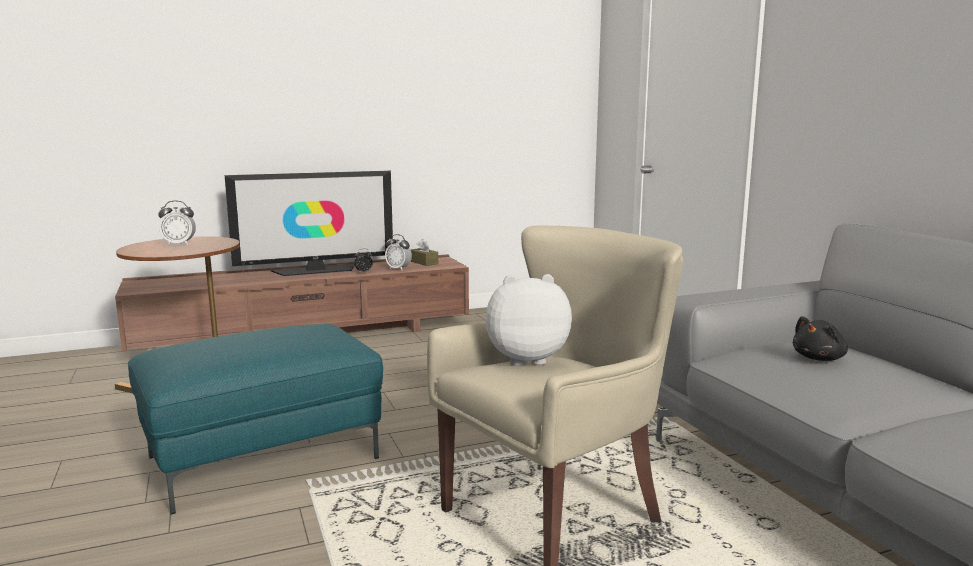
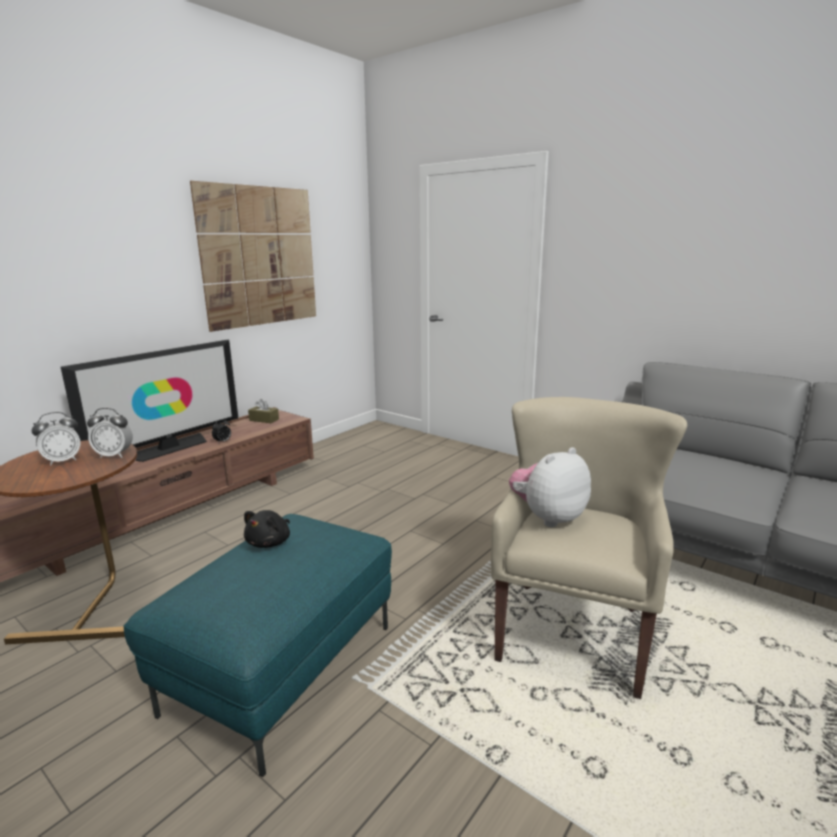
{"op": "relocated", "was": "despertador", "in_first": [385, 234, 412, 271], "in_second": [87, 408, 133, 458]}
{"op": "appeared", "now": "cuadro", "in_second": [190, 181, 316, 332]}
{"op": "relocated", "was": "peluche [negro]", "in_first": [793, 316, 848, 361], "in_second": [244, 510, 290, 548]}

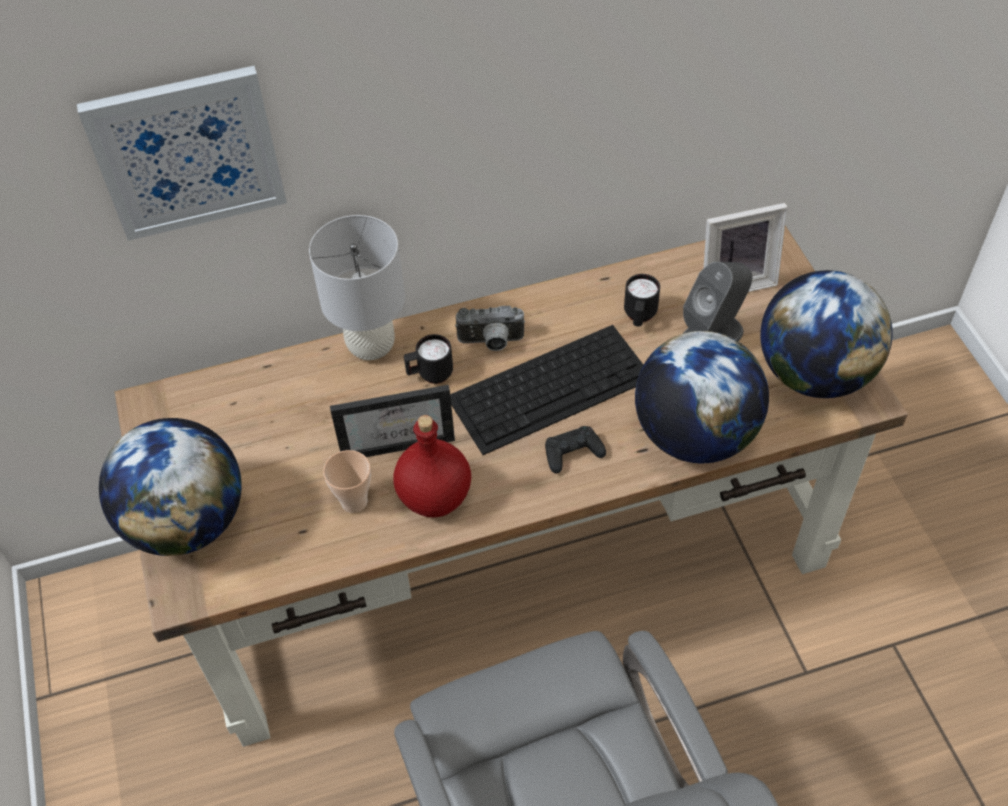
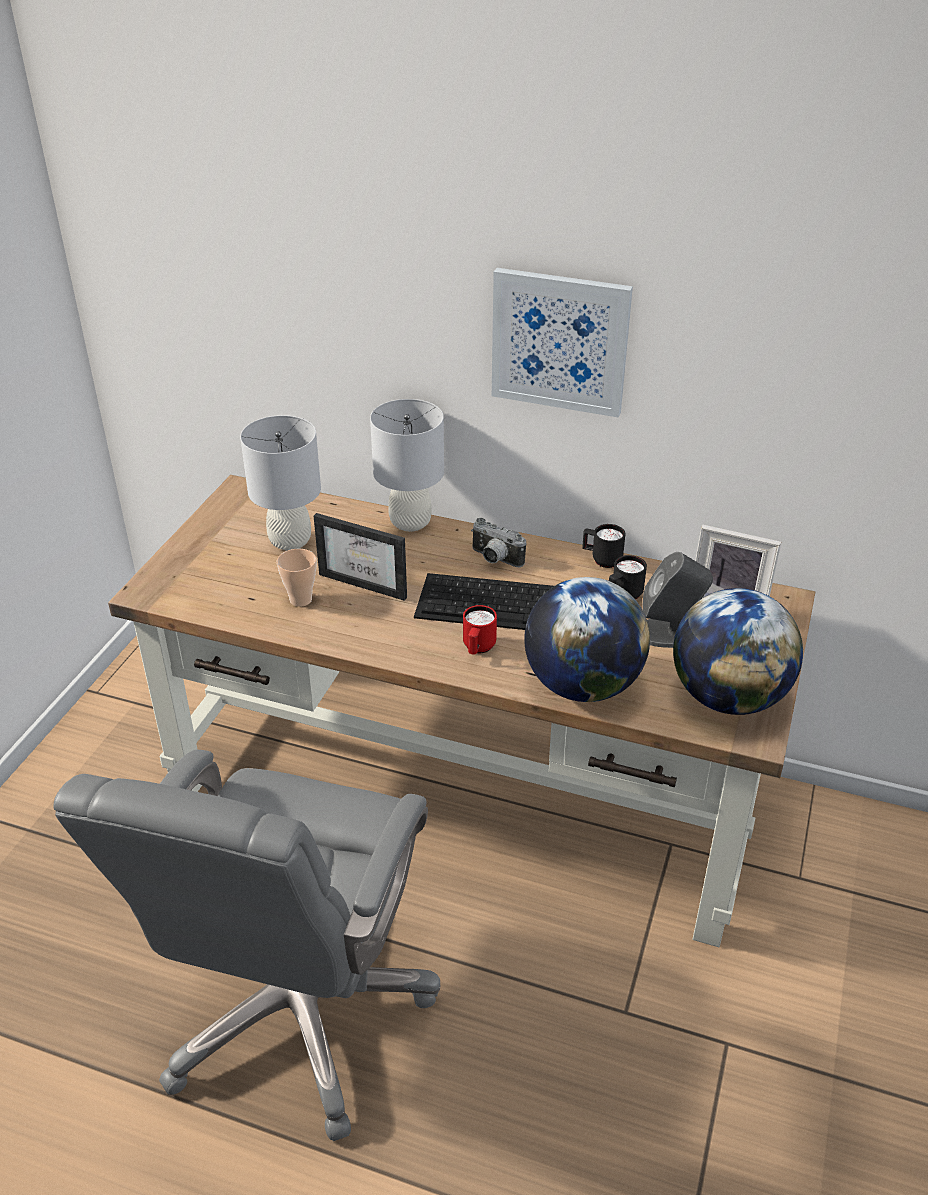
{"op": "appeared", "now": "lámpara de mesa [gris]", "in_second": [240, 415, 321, 551]}
{"op": "exchanged", "was": "mando de consola [negro]", "now": "taza grande [rojo]", "in_first": [545, 426, 606, 474], "in_second": [463, 605, 497, 654]}
{"op": "relocated", "was": "cuadro", "in_first": [77, 66, 287, 241], "in_second": [492, 268, 633, 418]}
{"op": "relocated", "was": "taza grande [negro]", "in_first": [404, 334, 453, 384], "in_second": [582, 524, 625, 568]}
{"op": "missing", "was": "globo terráqueo", "in_first": [99, 418, 242, 556]}
{"op": "missing", "was": "botella [rojo]", "in_first": [393, 415, 471, 518]}

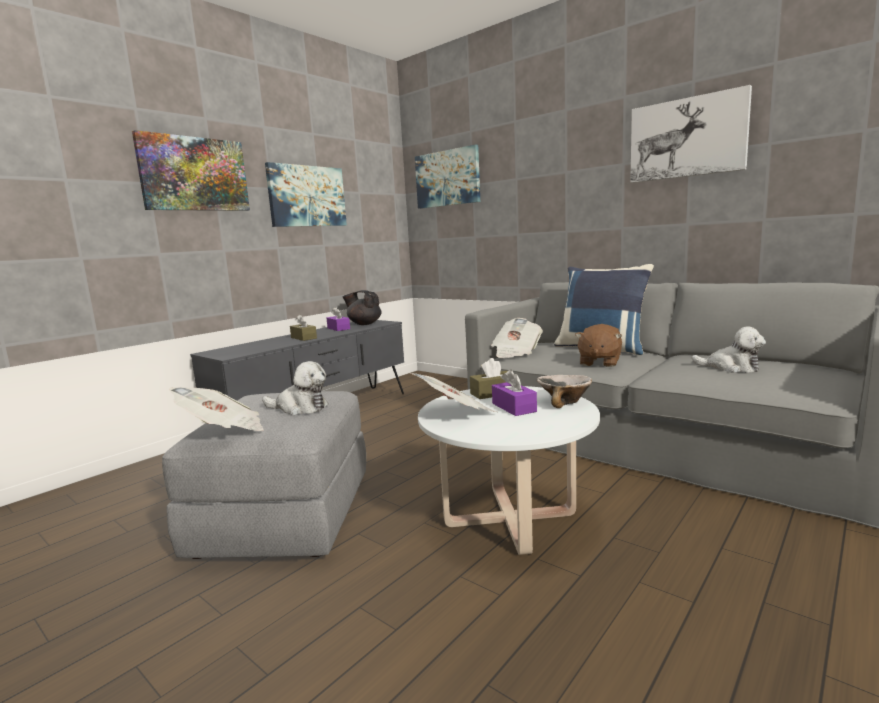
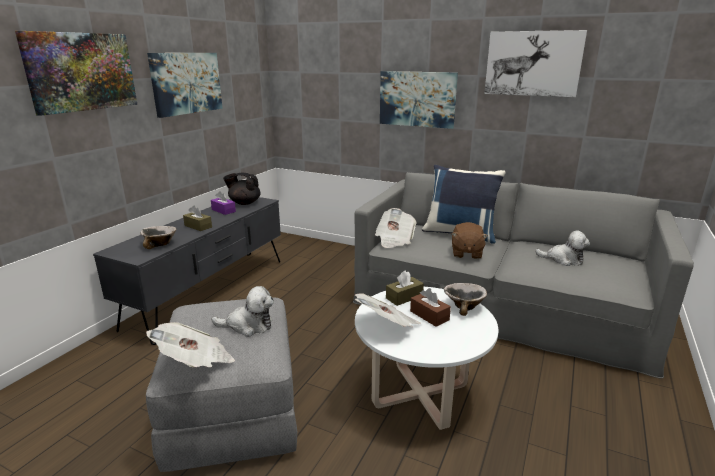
{"op": "appeared", "now": "cuenco", "in_second": [140, 226, 176, 249]}
{"op": "relocated", "was": "cuadro", "in_first": [415, 144, 480, 209], "in_second": [380, 71, 458, 129]}
{"op": "colour", "was": "caja de pañuelos [morado]", "now": "caja de pañuelos [marrón]", "in_first": [492, 369, 537, 416], "in_second": [410, 288, 451, 327]}

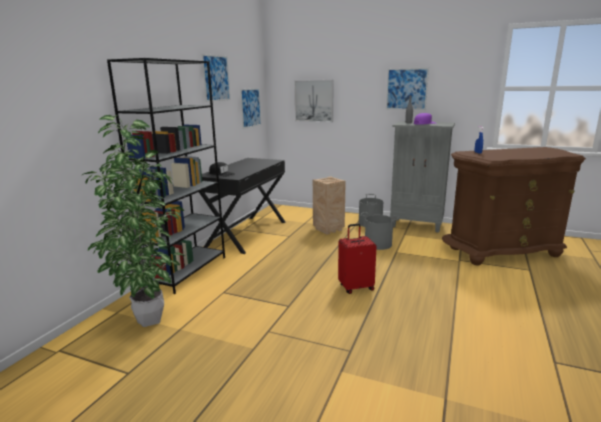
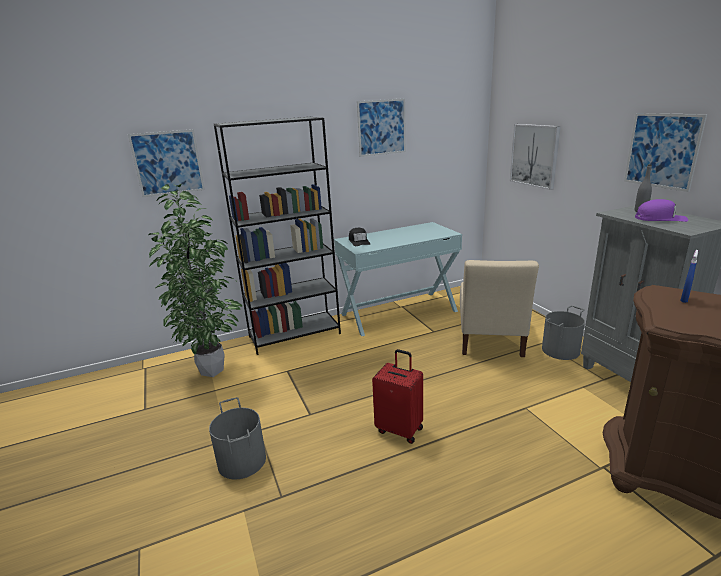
{"op": "relocated", "was": "cuadro", "in_first": [240, 88, 261, 129], "in_second": [128, 129, 205, 197]}
{"op": "relocated", "was": "cubo [gris]", "in_first": [360, 212, 399, 250], "in_second": [209, 397, 266, 480]}
{"op": "colour", "was": "escritorio [negro]", "now": "escritorio [turquesa]", "in_first": [199, 158, 286, 254], "in_second": [334, 222, 462, 336]}
{"op": "exchanged", "was": "caja de embalaje", "now": "silla [beis]", "in_first": [313, 176, 346, 235], "in_second": [460, 260, 539, 357]}

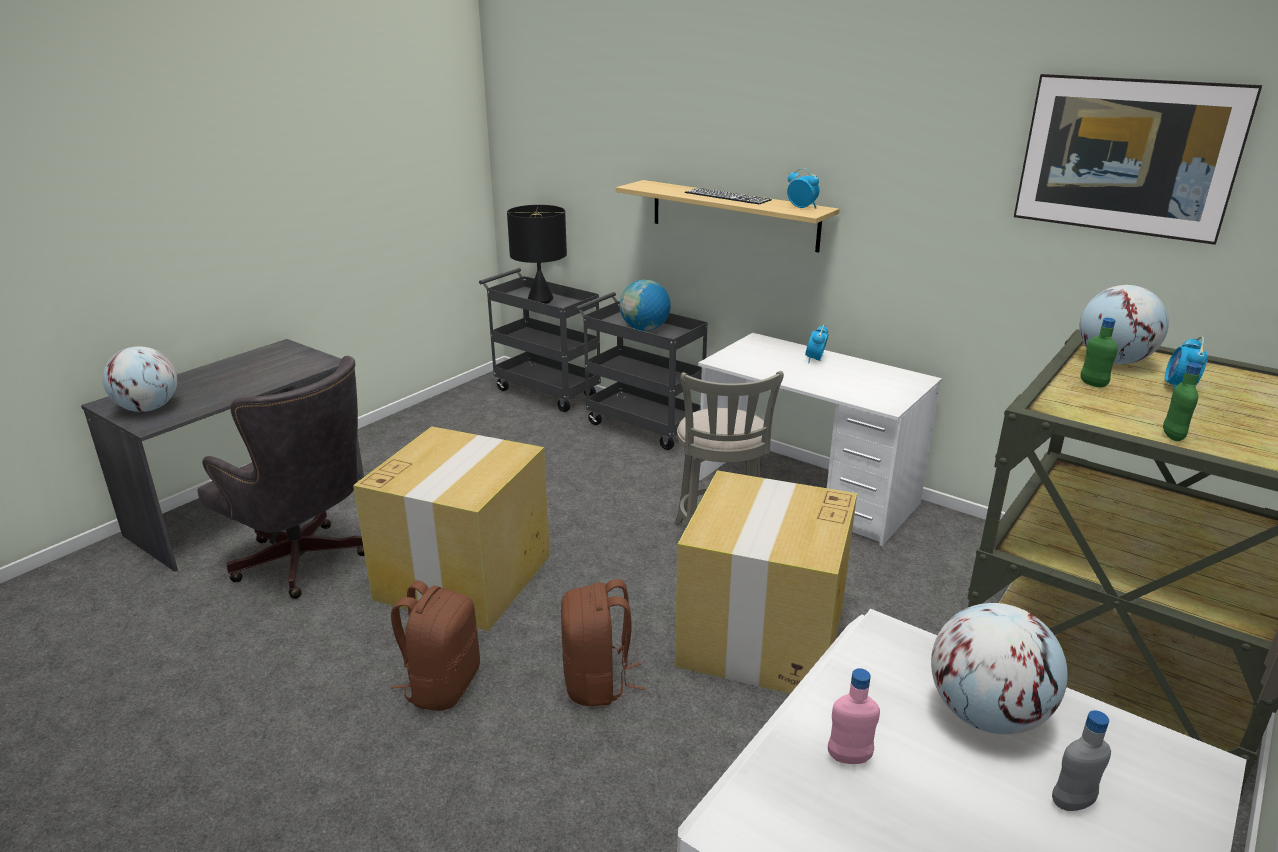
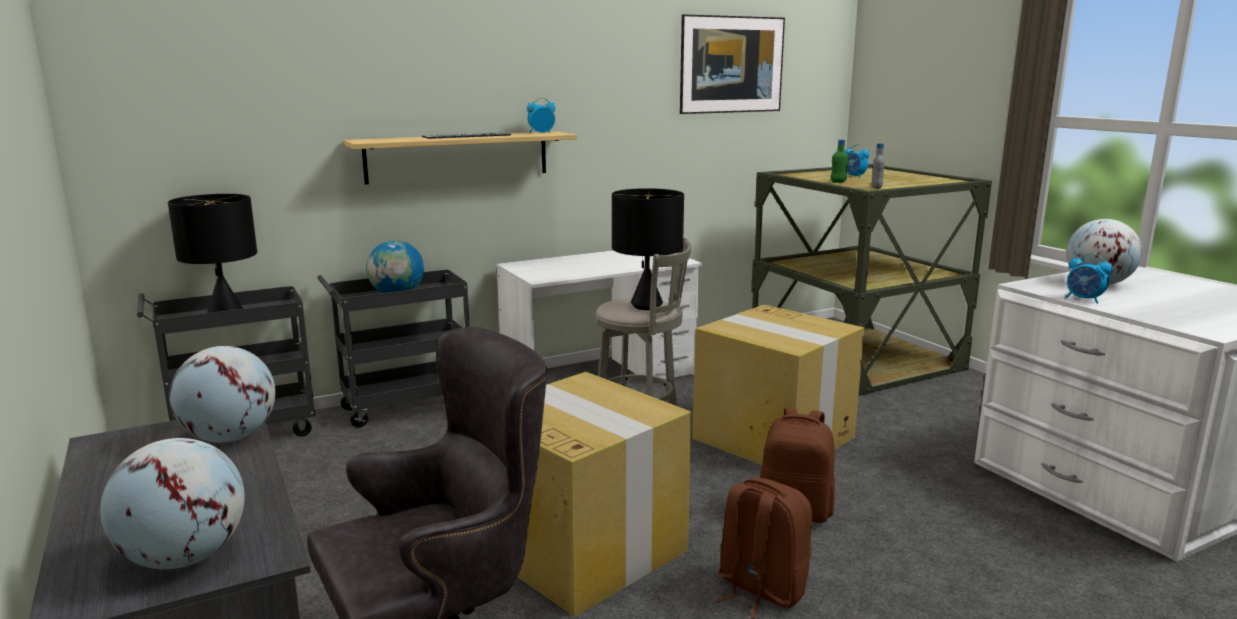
{"op": "relocated", "was": "globo terráqueo", "in_first": [1079, 285, 1169, 364], "in_second": [169, 346, 275, 443]}
{"op": "appeared", "now": "lámpara de mesa [negro]", "in_second": [612, 188, 684, 310]}
{"op": "relocated", "was": "botella [gris]", "in_first": [1052, 710, 1111, 811], "in_second": [872, 143, 885, 189]}
{"op": "relocated", "was": "despertador", "in_first": [805, 324, 829, 363], "in_second": [1065, 253, 1113, 304]}
{"op": "missing", "was": "botella [rosa]", "in_first": [828, 668, 880, 764]}
{"op": "missing", "was": "botella [verde]", "in_first": [1163, 362, 1202, 441]}

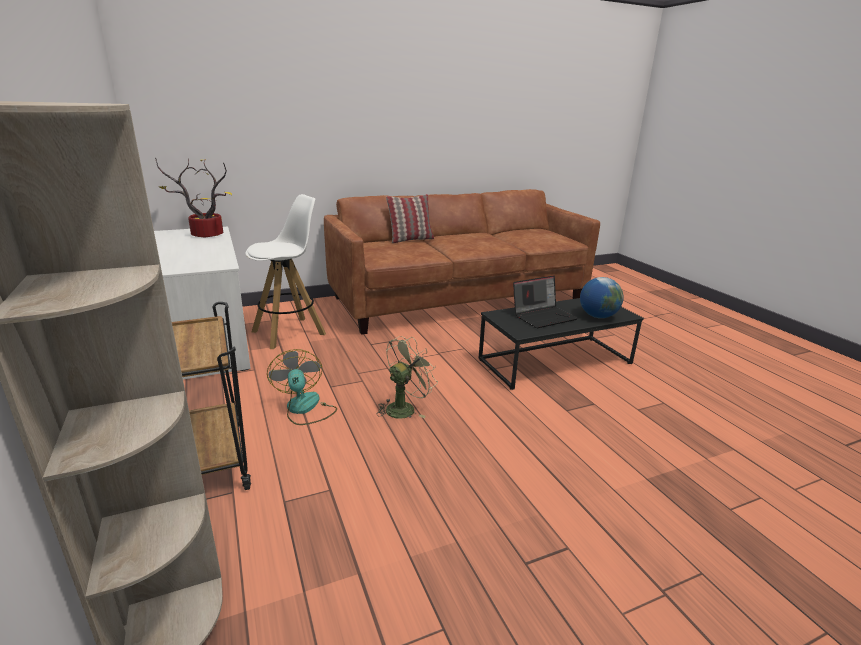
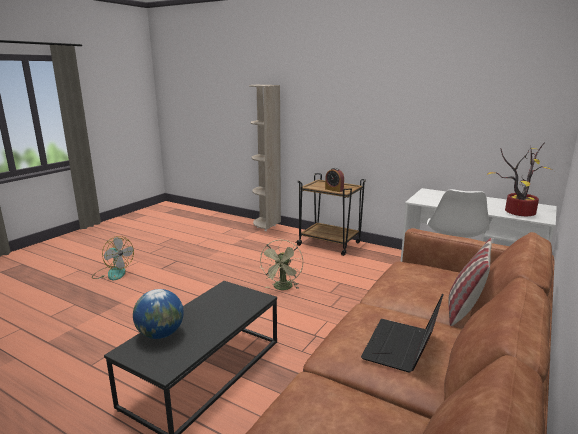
{"op": "relocated", "was": "ventilador", "in_first": [267, 349, 337, 425], "in_second": [92, 236, 134, 280]}
{"op": "appeared", "now": "despertador", "in_second": [325, 168, 344, 192]}
{"op": "relocated", "was": "portátil", "in_first": [513, 275, 578, 328], "in_second": [361, 293, 444, 373]}

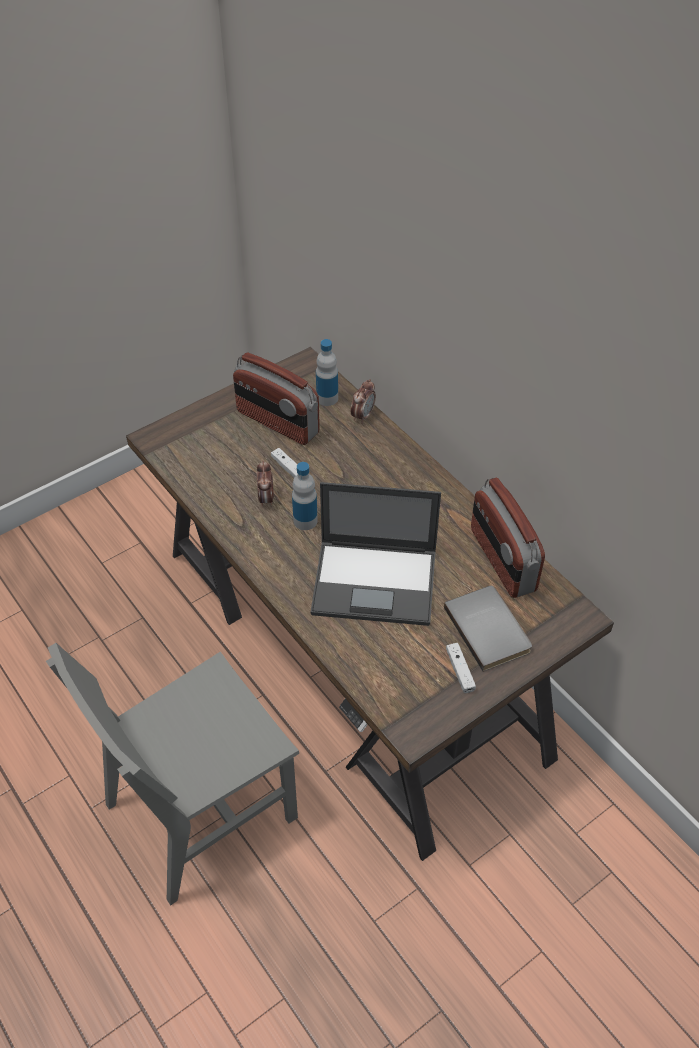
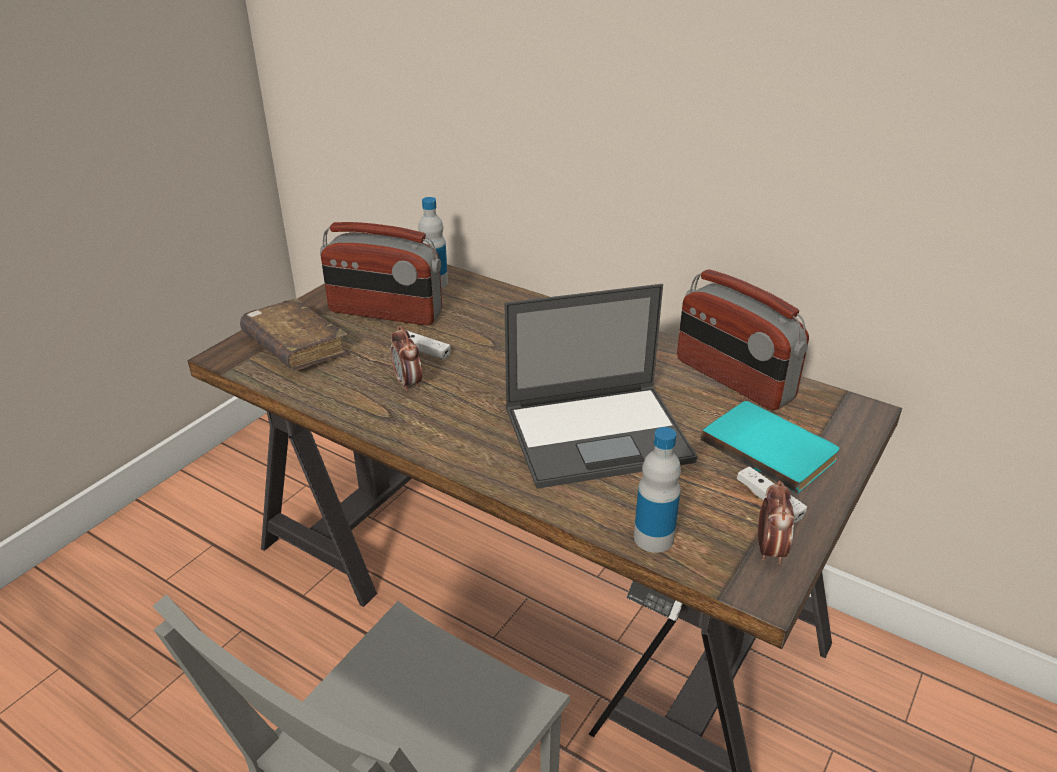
{"op": "appeared", "now": "libro [marrón]", "in_second": [240, 298, 349, 370]}
{"op": "relocated", "was": "botella", "in_first": [292, 462, 318, 530], "in_second": [634, 427, 681, 553]}
{"op": "colour", "was": "libro [gris]", "now": "libro [turquesa]", "in_first": [444, 586, 532, 672], "in_second": [701, 401, 839, 494]}
{"op": "relocated", "was": "despertador", "in_first": [351, 379, 376, 424], "in_second": [758, 481, 794, 565]}

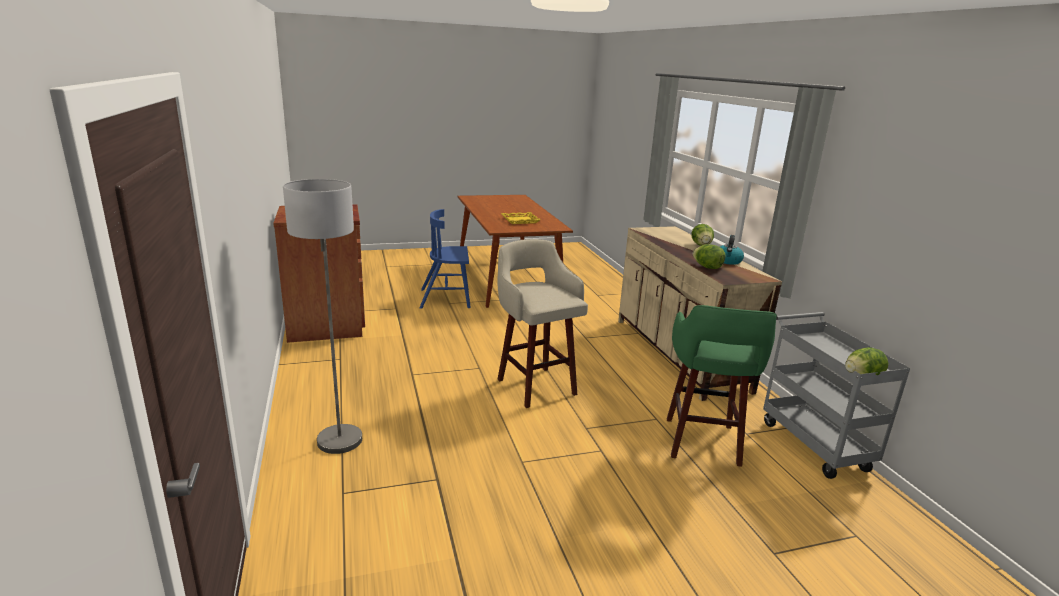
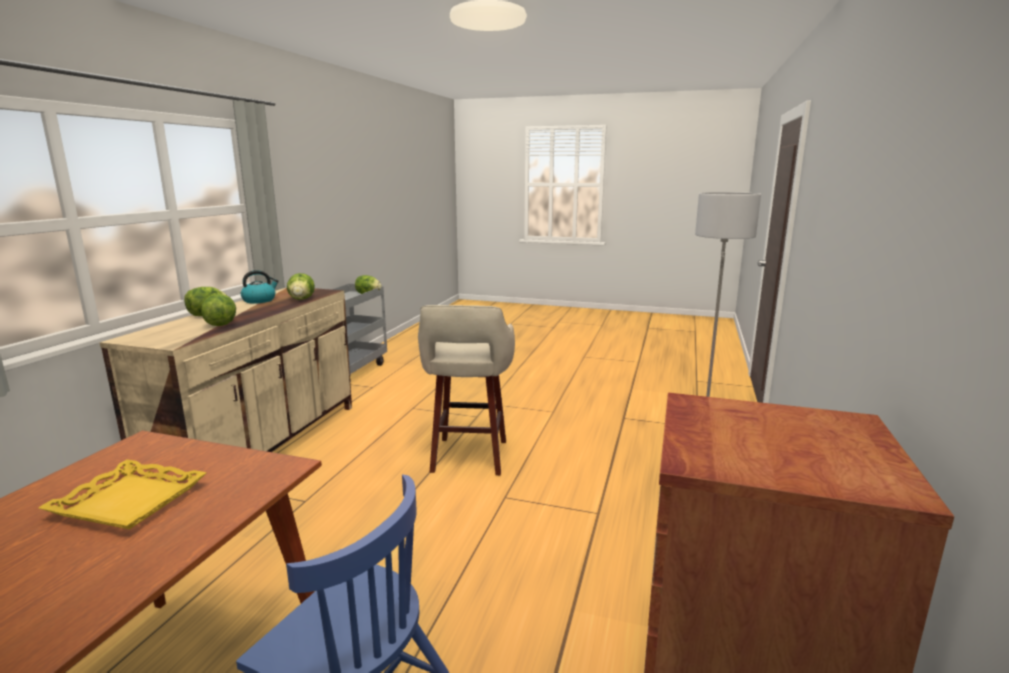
{"op": "appeared", "now": "lechuga", "in_second": [201, 294, 236, 326]}
{"op": "missing", "was": "taburete [verde]", "in_first": [667, 305, 777, 467]}

